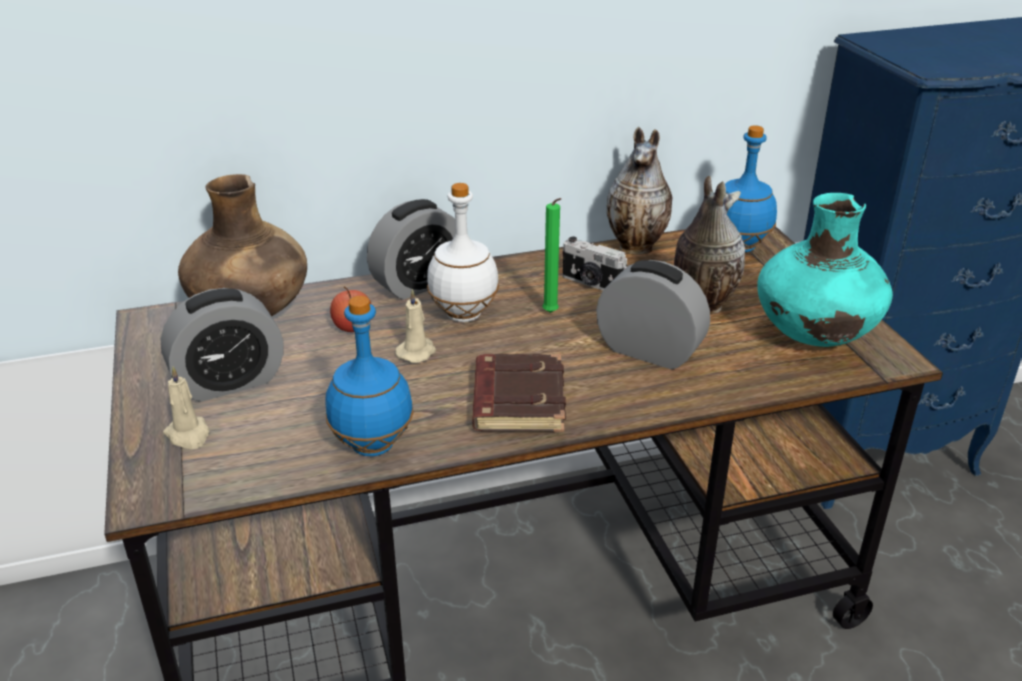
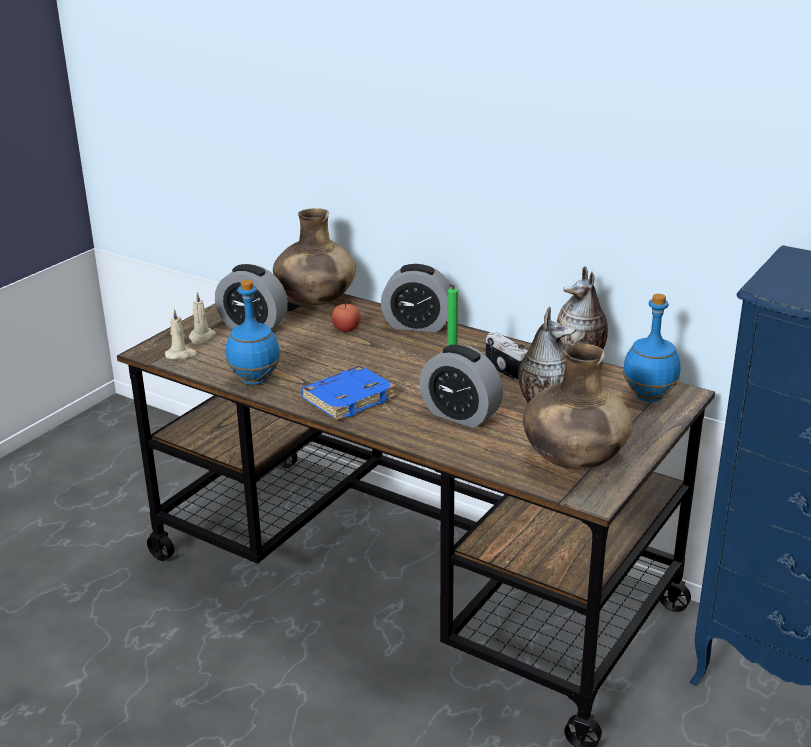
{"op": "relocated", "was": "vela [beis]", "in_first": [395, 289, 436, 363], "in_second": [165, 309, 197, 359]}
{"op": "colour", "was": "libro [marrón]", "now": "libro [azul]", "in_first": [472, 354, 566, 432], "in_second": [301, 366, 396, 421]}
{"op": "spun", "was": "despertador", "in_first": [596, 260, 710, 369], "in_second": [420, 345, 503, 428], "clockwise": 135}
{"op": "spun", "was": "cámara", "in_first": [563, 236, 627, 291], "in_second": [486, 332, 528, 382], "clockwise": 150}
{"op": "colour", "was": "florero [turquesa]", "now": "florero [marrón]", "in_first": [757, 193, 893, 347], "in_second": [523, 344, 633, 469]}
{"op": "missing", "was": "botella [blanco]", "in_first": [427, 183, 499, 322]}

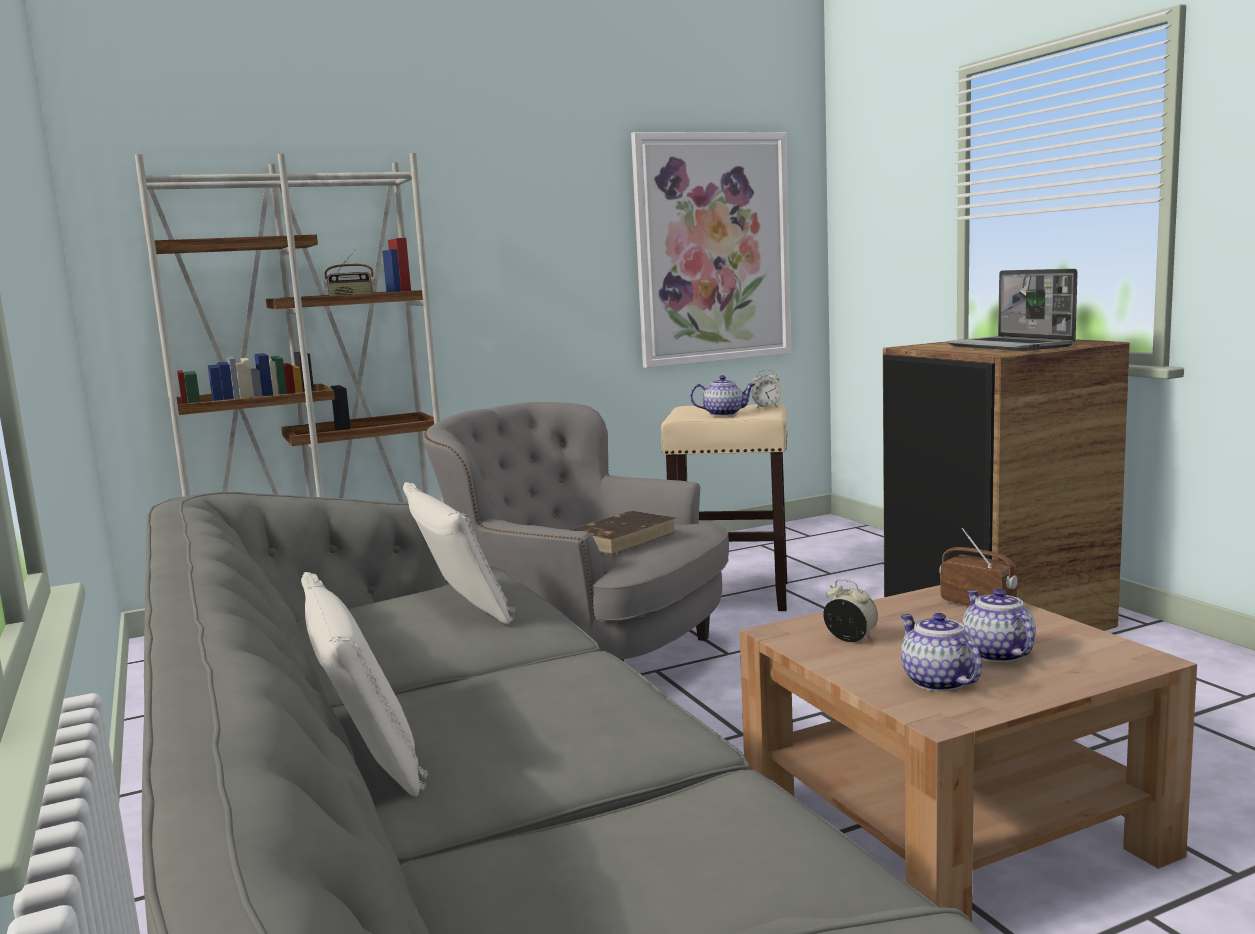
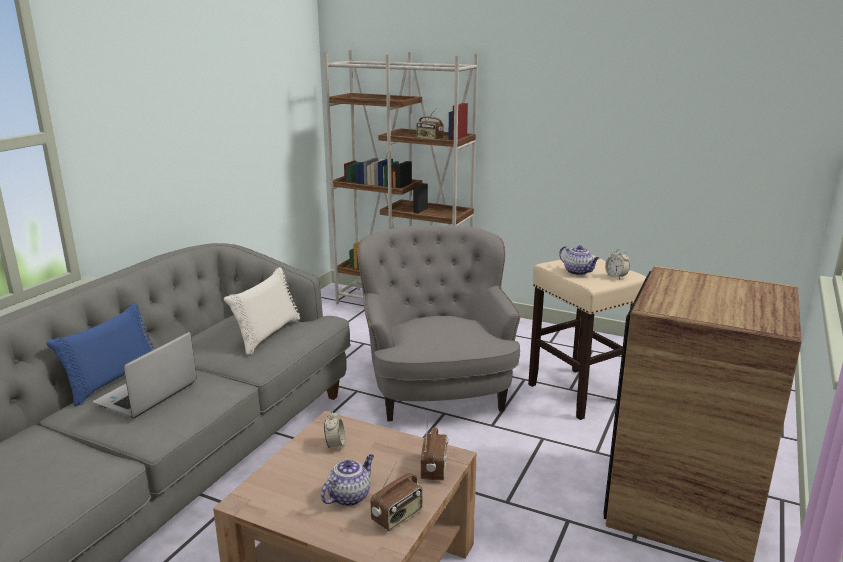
{"op": "colour", "was": "cojín [blanco]", "now": "cojín [azul]", "in_first": [301, 572, 428, 797], "in_second": [46, 303, 154, 407]}
{"op": "relocated", "was": "portátil", "in_first": [946, 269, 1078, 351], "in_second": [93, 332, 197, 418]}
{"op": "appeared", "now": "radio", "in_second": [371, 460, 423, 531]}
{"op": "missing", "was": "libro [marrón]", "in_first": [570, 511, 675, 555]}
{"op": "missing", "was": "cuadro", "in_first": [631, 132, 791, 368]}
{"op": "missing", "was": "tetera", "in_first": [901, 613, 982, 691]}

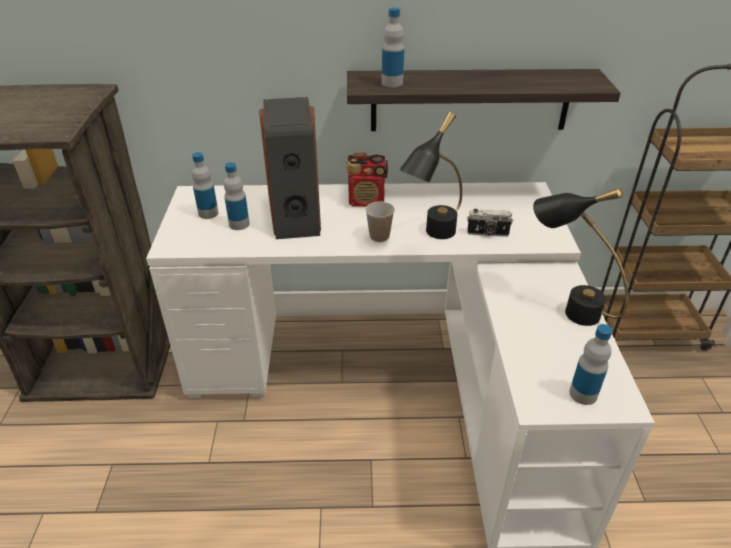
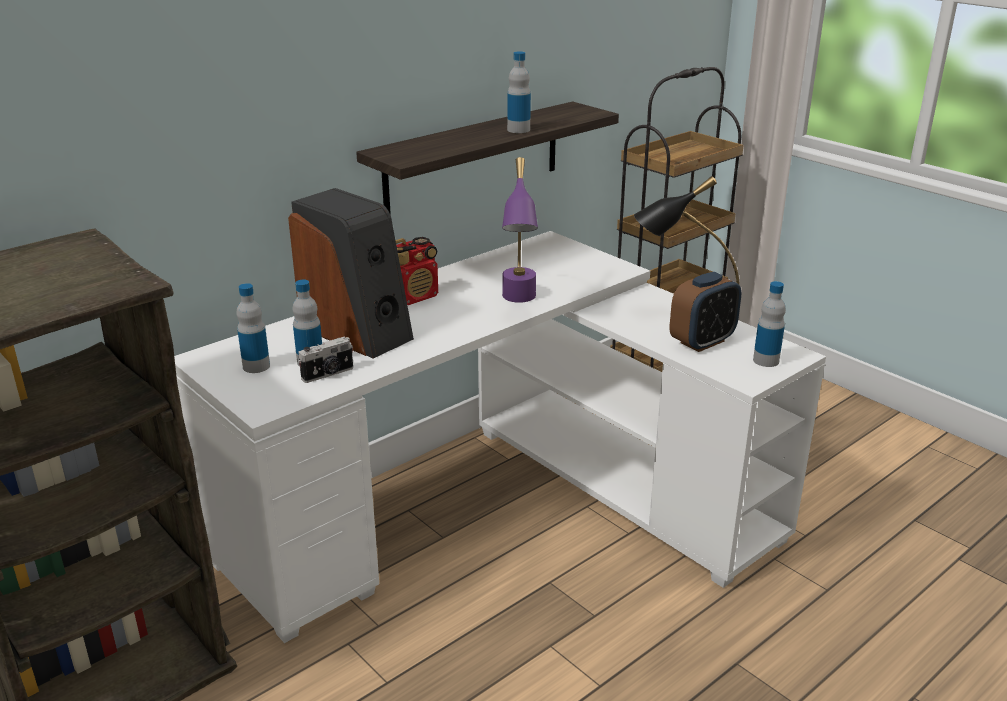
{"op": "relocated", "was": "cámara", "in_first": [467, 209, 513, 237], "in_second": [298, 337, 353, 383]}
{"op": "colour", "was": "lámpara de mesa [negro]", "now": "lámpara de mesa [morado]", "in_first": [399, 112, 462, 239], "in_second": [502, 157, 538, 303]}
{"op": "relocated", "was": "botella", "in_first": [382, 7, 404, 87], "in_second": [507, 51, 531, 133]}
{"op": "appeared", "now": "despertador", "in_second": [670, 272, 741, 352]}
{"op": "missing", "was": "taza", "in_first": [366, 201, 395, 242]}

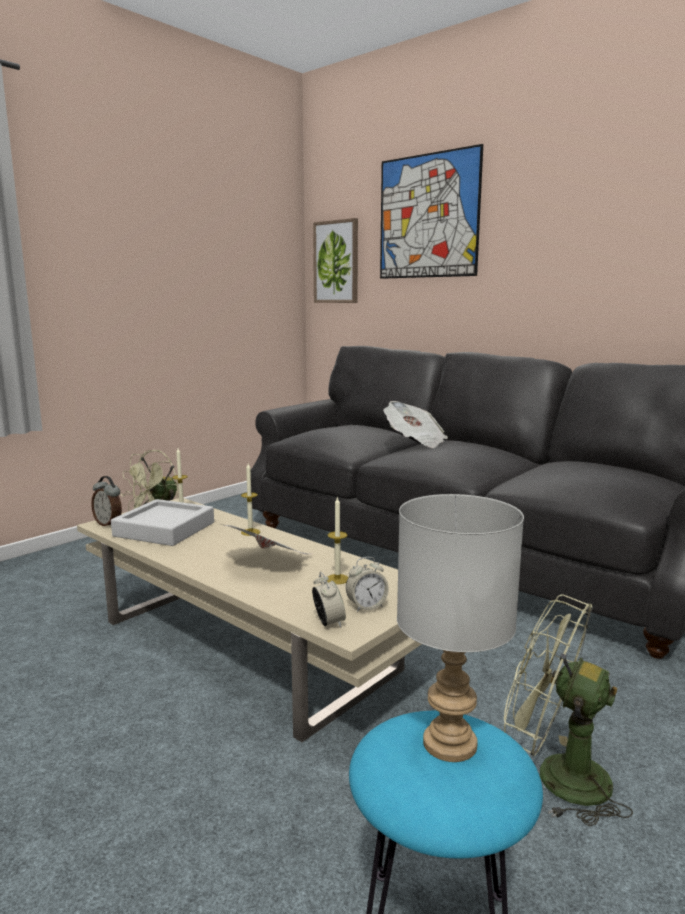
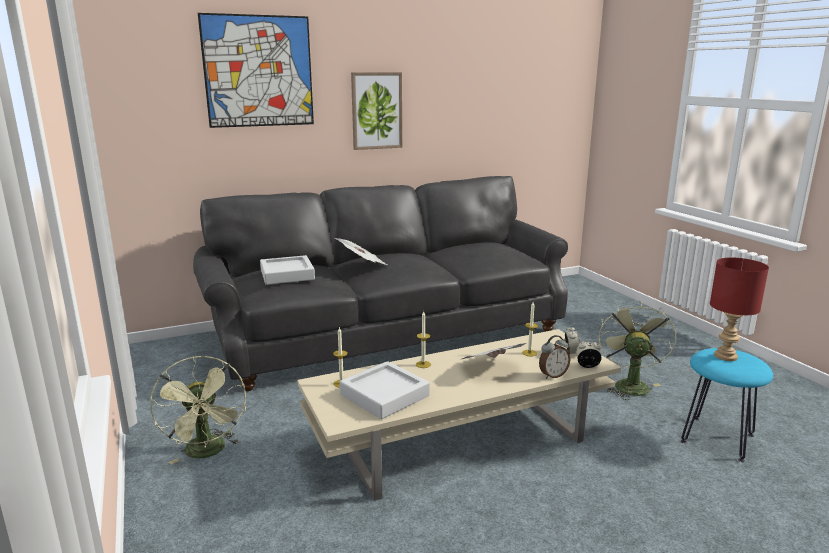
{"op": "appeared", "now": "bandeja [gris]", "in_second": [260, 255, 315, 285]}
{"op": "relocated", "was": "cuadro", "in_first": [313, 218, 358, 303], "in_second": [351, 72, 402, 150]}
{"op": "relocated", "was": "despertador", "in_first": [91, 476, 122, 526], "in_second": [539, 335, 571, 379]}
{"op": "spun", "was": "ventilador [verde]", "in_first": [504, 595, 633, 826], "in_second": [599, 301, 676, 400], "clockwise": 135}
{"op": "colour", "was": "lámpara de mesa [gris]", "now": "lámpara de mesa [rojo]", "in_first": [397, 494, 524, 762], "in_second": [710, 257, 769, 361]}

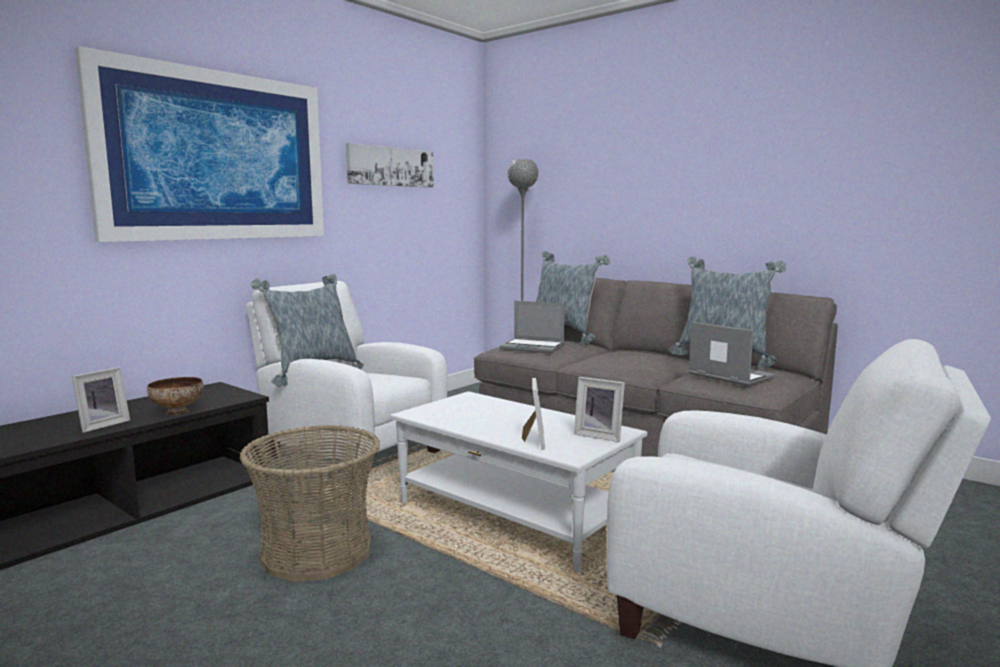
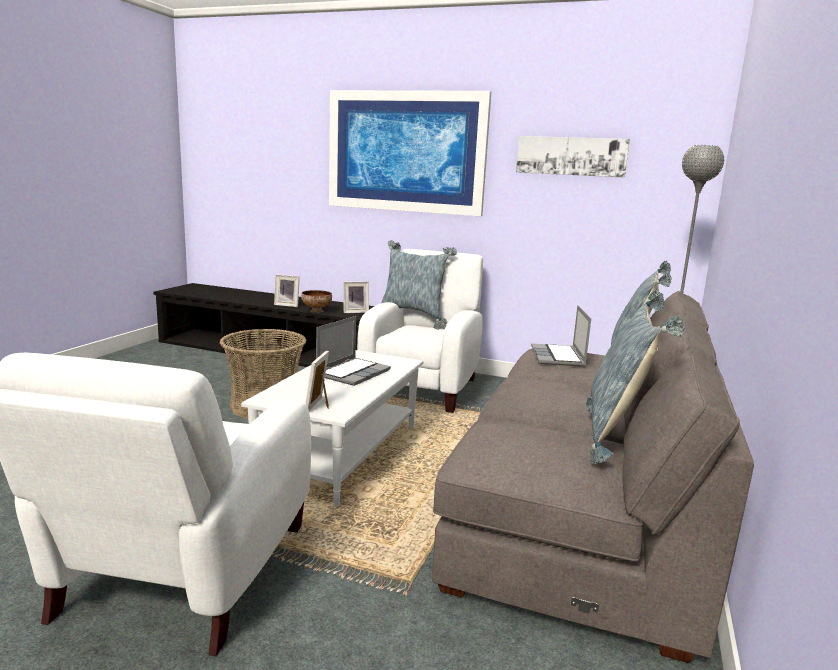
{"op": "relocated", "was": "portátil", "in_first": [688, 322, 776, 386], "in_second": [316, 316, 391, 386]}
{"op": "relocated", "was": "portarretratos", "in_first": [522, 378, 545, 450], "in_second": [343, 281, 369, 313]}

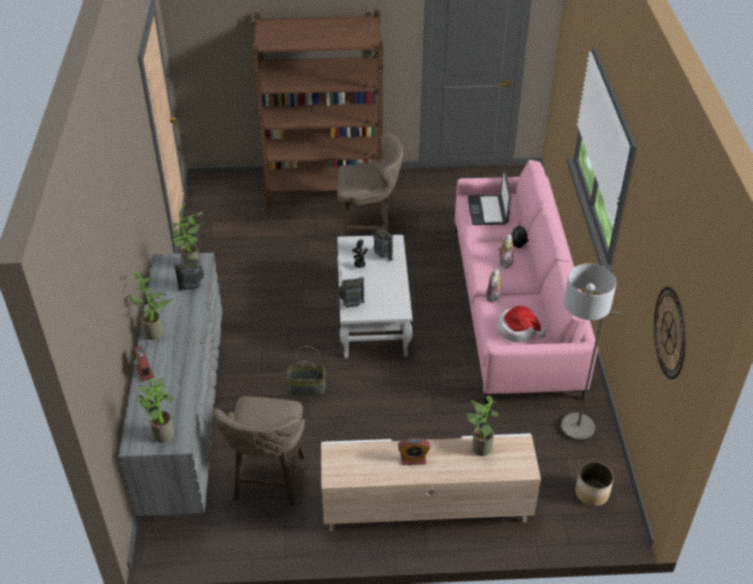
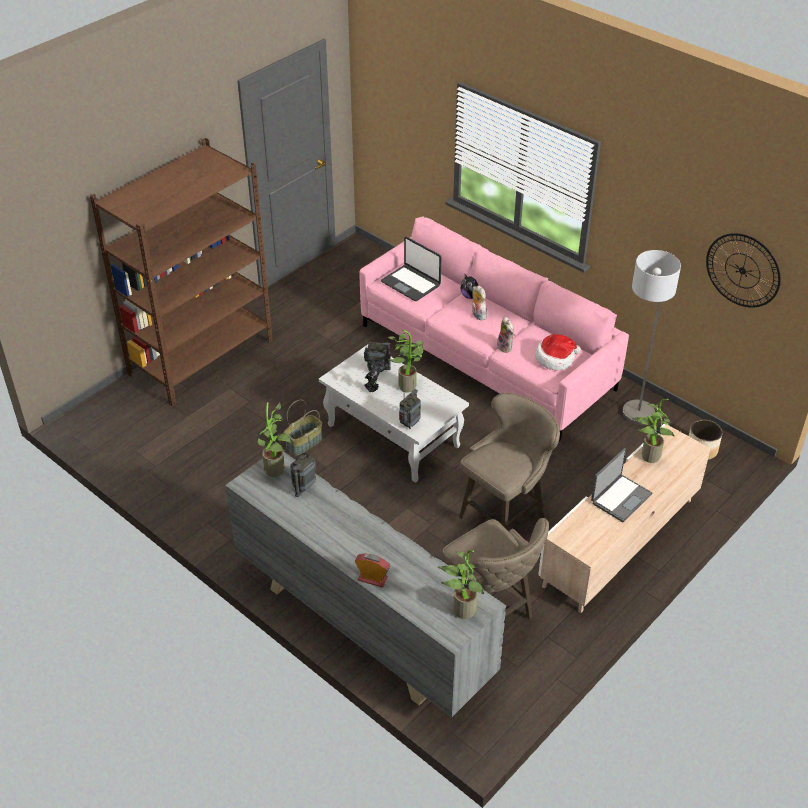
{"op": "relocated", "was": "cesta", "in_first": [287, 346, 326, 395], "in_second": [284, 400, 322, 456]}
{"op": "relocated", "was": "planta en maceta", "in_first": [129, 272, 172, 340], "in_second": [387, 329, 424, 393]}
{"op": "relocated", "was": "taburete [beis]", "in_first": [337, 133, 403, 237], "in_second": [459, 393, 560, 529]}
{"op": "exchanged", "was": "despertador", "now": "portátil", "in_first": [398, 438, 430, 465], "in_second": [591, 448, 652, 522]}

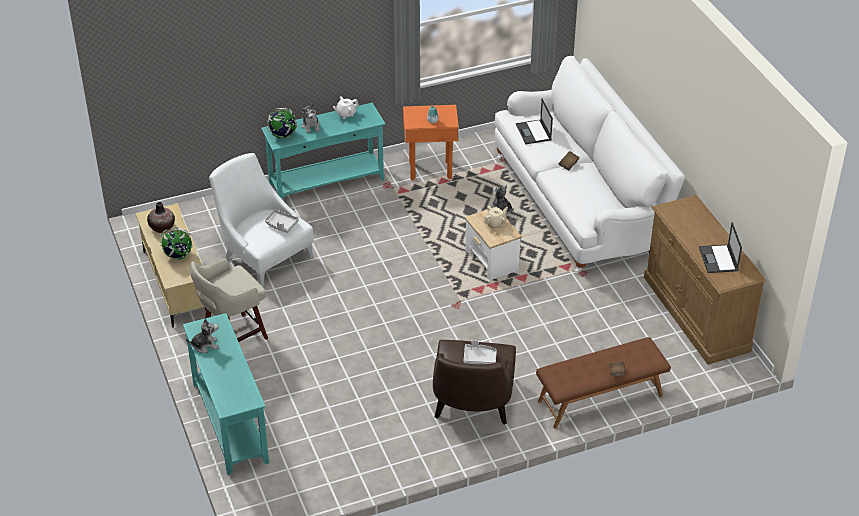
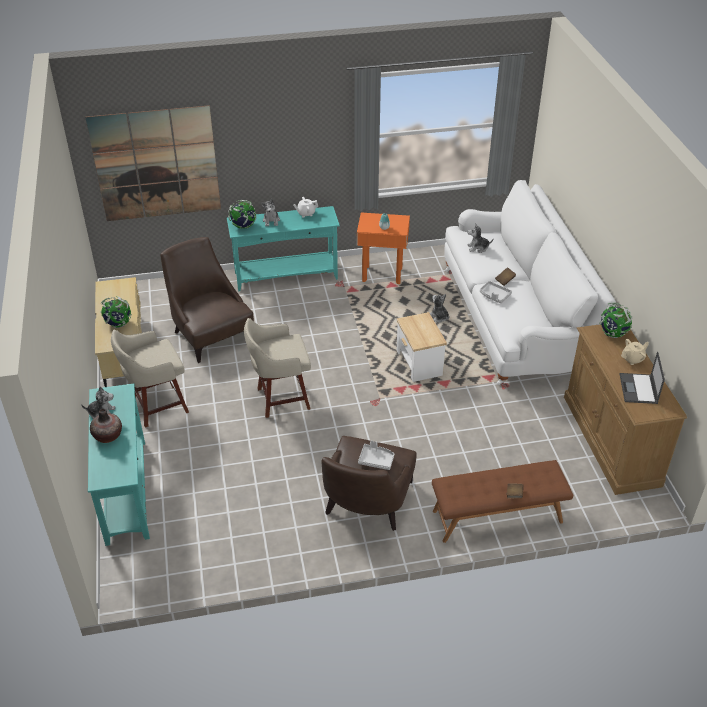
{"op": "appeared", "now": "cuadro", "in_second": [85, 105, 221, 221]}
{"op": "relocated", "was": "florero", "in_first": [147, 202, 175, 233], "in_second": [90, 409, 122, 443]}
{"op": "colour", "was": "sillón [blanco]", "now": "sillón [marrón]", "in_first": [209, 153, 314, 287], "in_second": [160, 237, 254, 363]}
{"op": "appeared", "now": "taburete [beis]", "in_second": [244, 318, 311, 418]}
{"op": "exchanged", "was": "portátil", "now": "peluche", "in_first": [516, 99, 553, 144], "in_second": [467, 224, 493, 253]}
{"op": "relocated", "was": "bandeja [gris]", "in_first": [265, 209, 299, 233], "in_second": [480, 281, 512, 304]}
{"op": "appeared", "now": "globo terráqueo", "in_second": [599, 303, 632, 338]}
{"op": "relocated", "was": "tetera [beis]", "in_first": [484, 206, 508, 229], "in_second": [621, 339, 649, 365]}

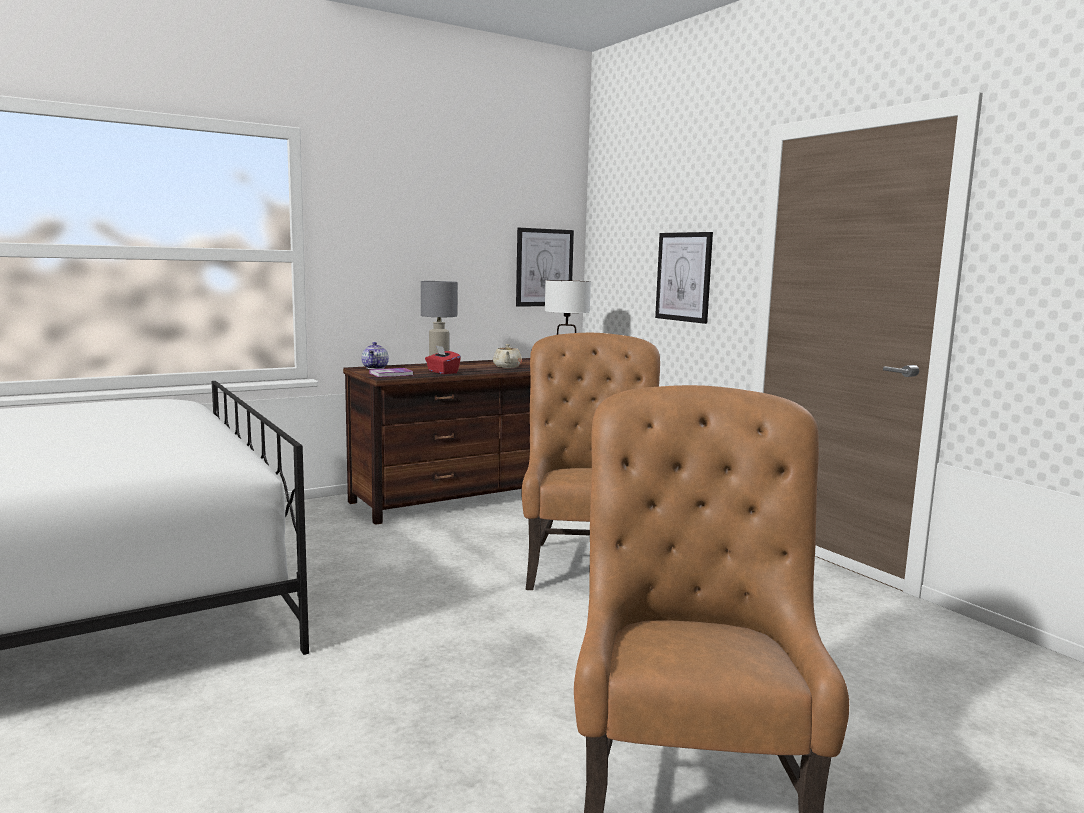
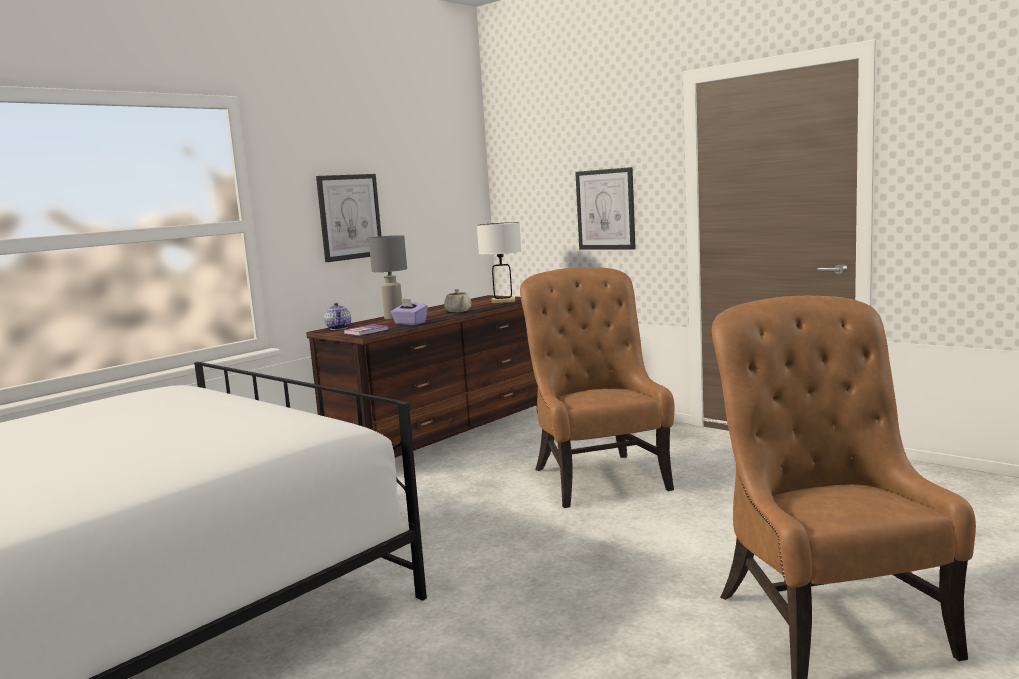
{"op": "relocated", "was": "cuadro", "in_first": [516, 228, 574, 307], "in_second": [316, 174, 381, 262]}
{"op": "colour", "was": "caja de pañuelos [rojo]", "now": "caja de pañuelos [morado]", "in_first": [425, 345, 461, 374], "in_second": [391, 298, 428, 325]}

